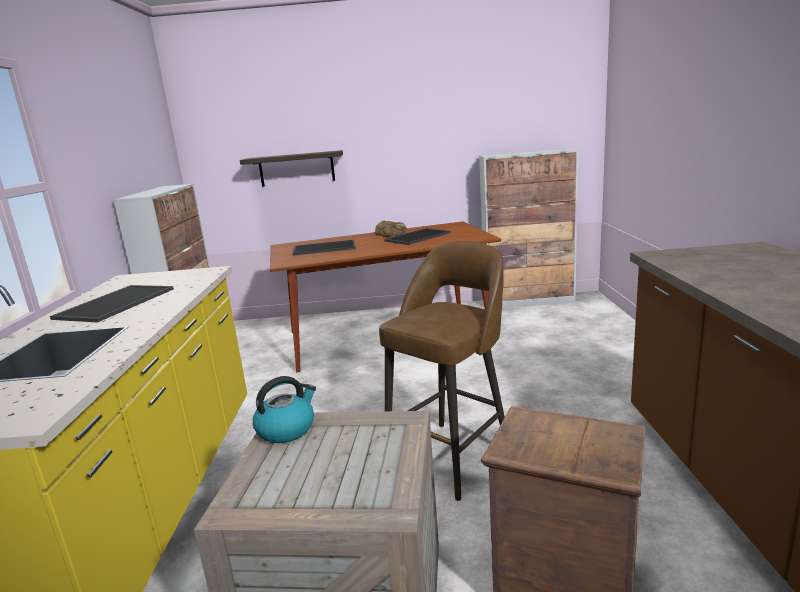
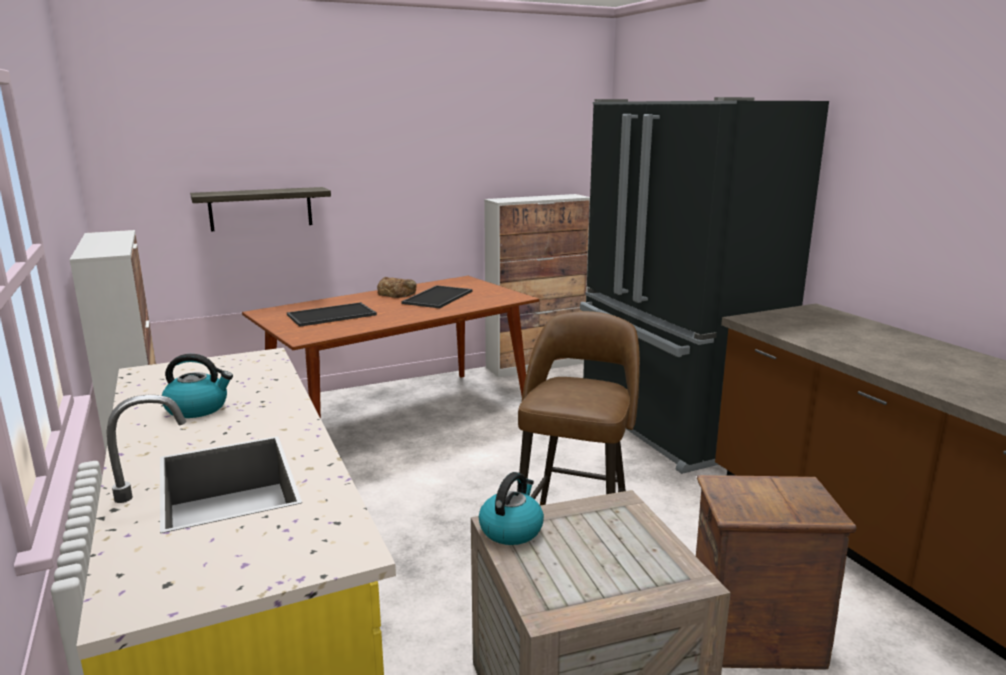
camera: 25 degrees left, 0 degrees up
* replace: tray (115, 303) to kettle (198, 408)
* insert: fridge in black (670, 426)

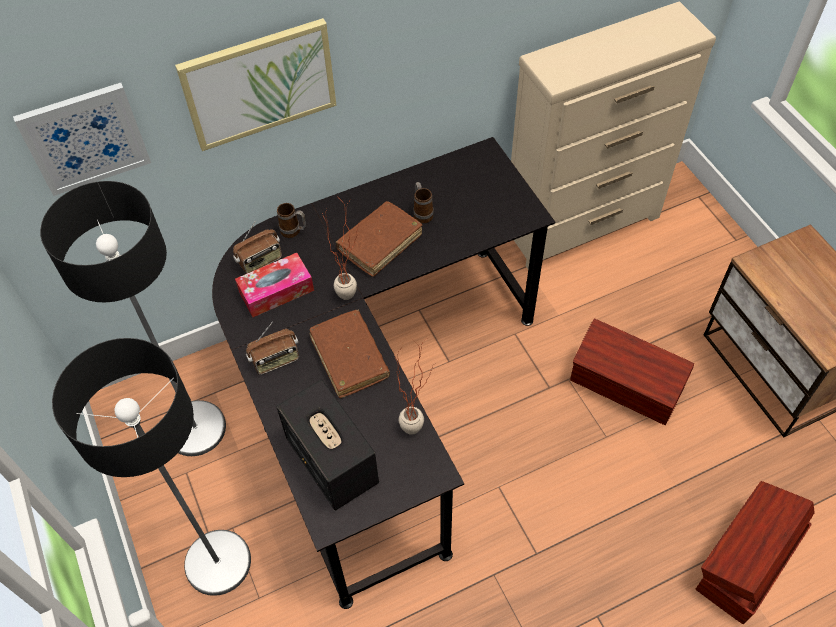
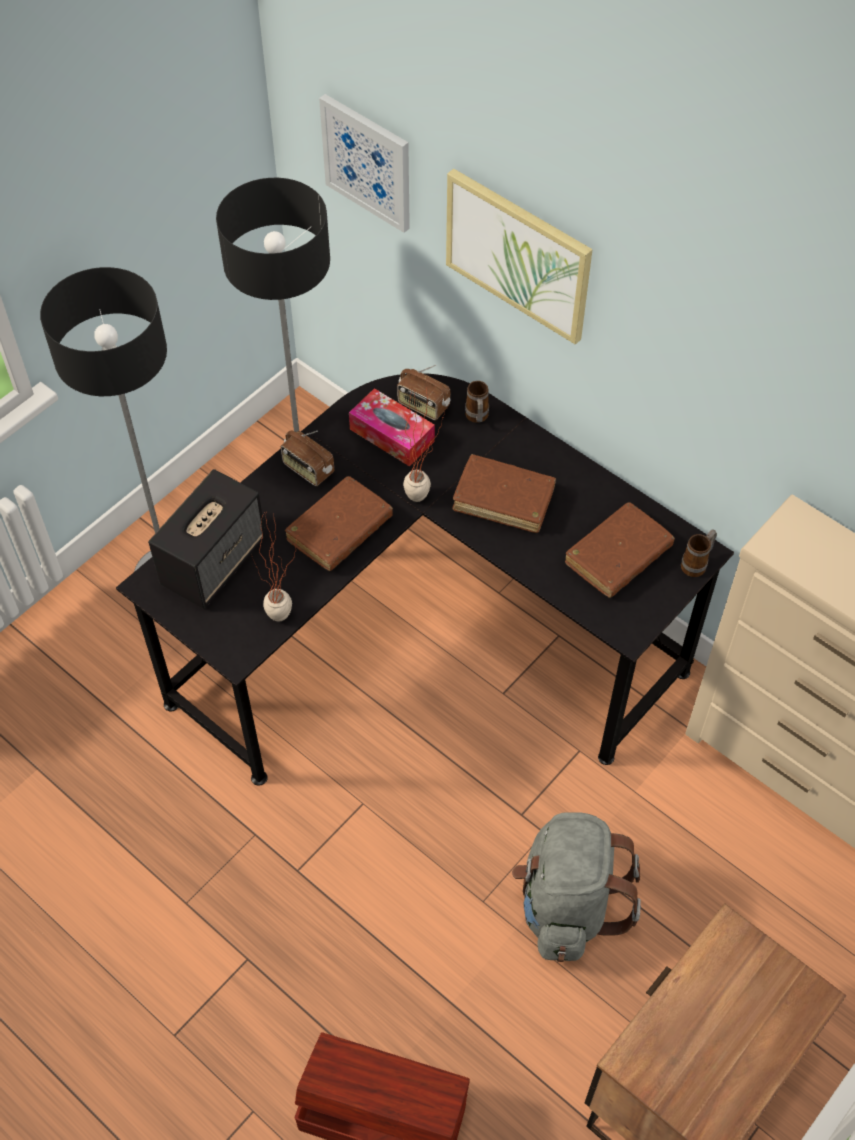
camera: 65 degrees right, 0 degrees up
* replace: storage box in brown (626, 386) to backpack in grey (567, 904)
* insert: book in brown (618, 556)
* move: mug (422, 213) to (697, 564)

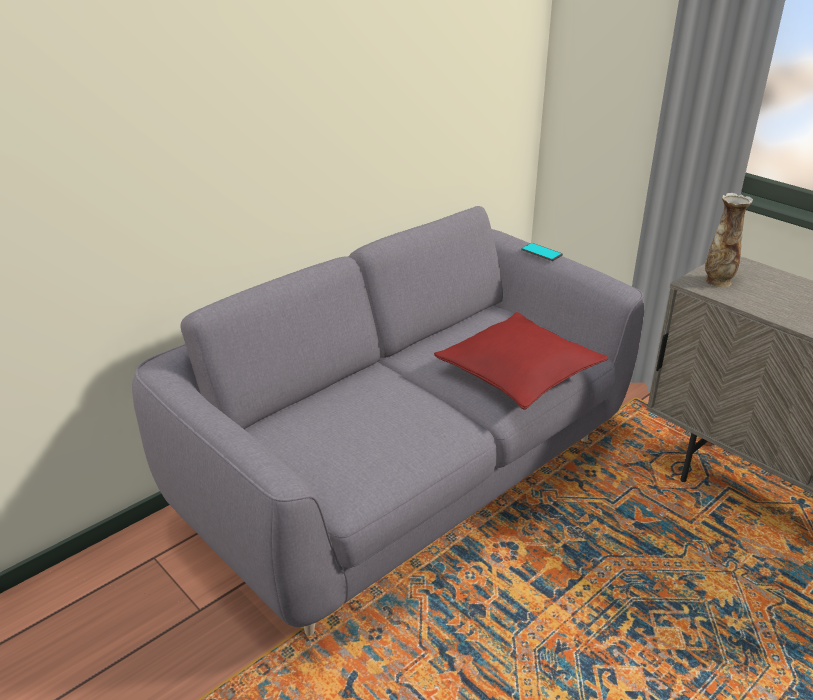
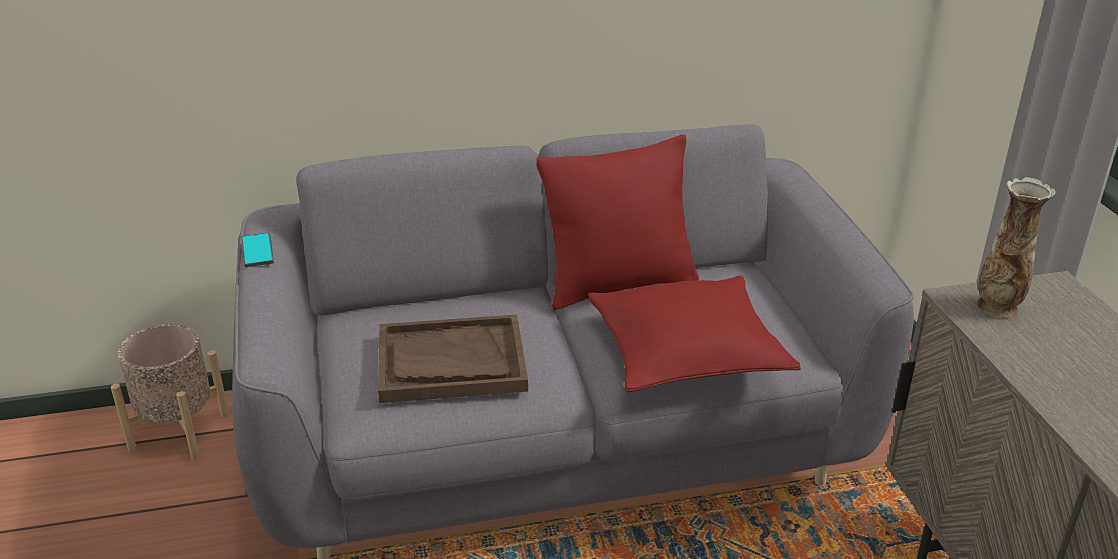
camera: 30 degrees right, 0 degrees up
* insert: planter in beige (179, 432)
* move: phone (541, 252) to (257, 251)
* insert: tray in brown (451, 362)
* insert: pillow in red (619, 284)

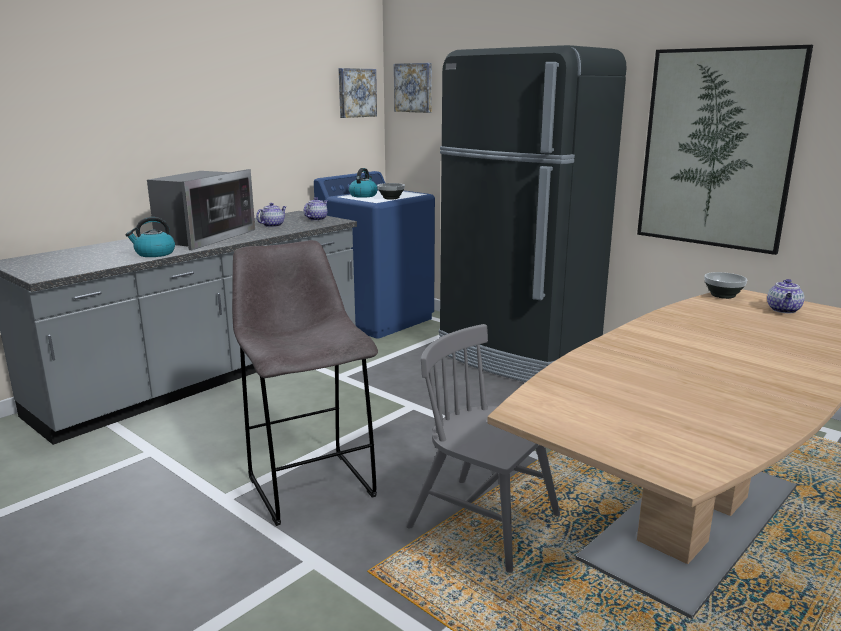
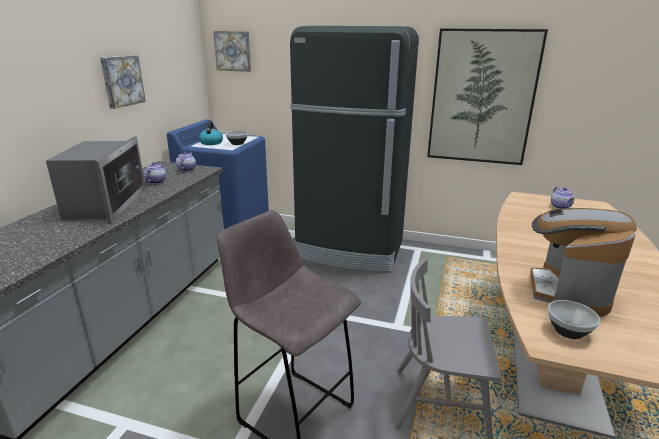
camera: 25 degrees left, 5 degrees up
* move: picture (356, 93) to (122, 81)
* insert: coffee machine (566, 292)
* move: bowl (722, 295) to (567, 331)
* delete: kettle (154, 254)

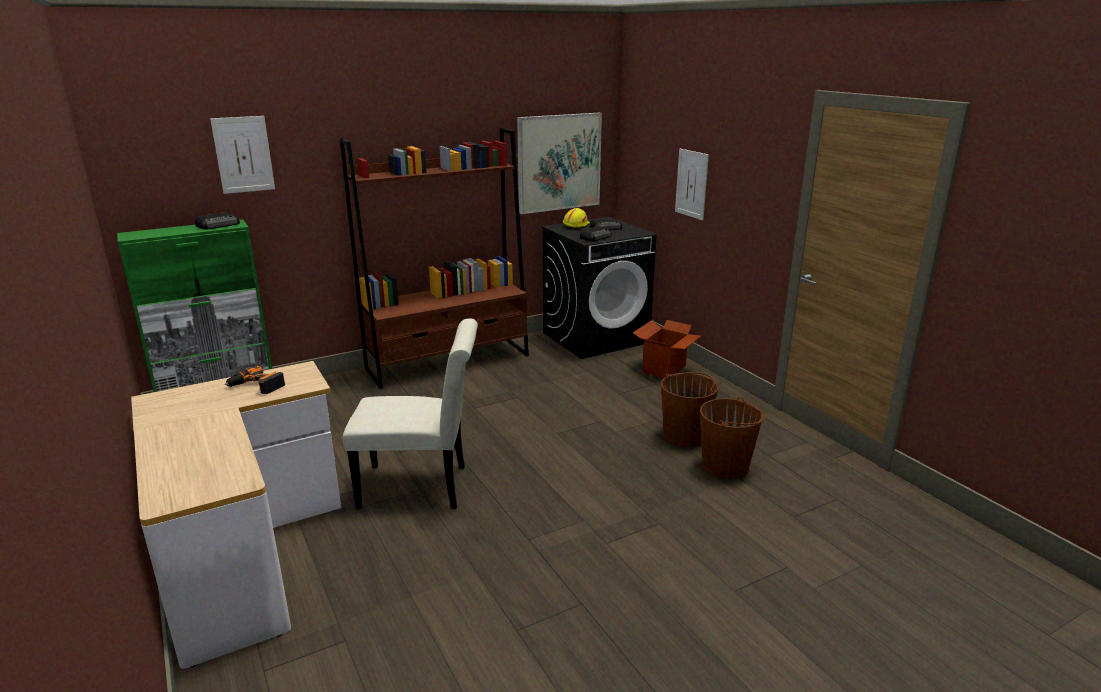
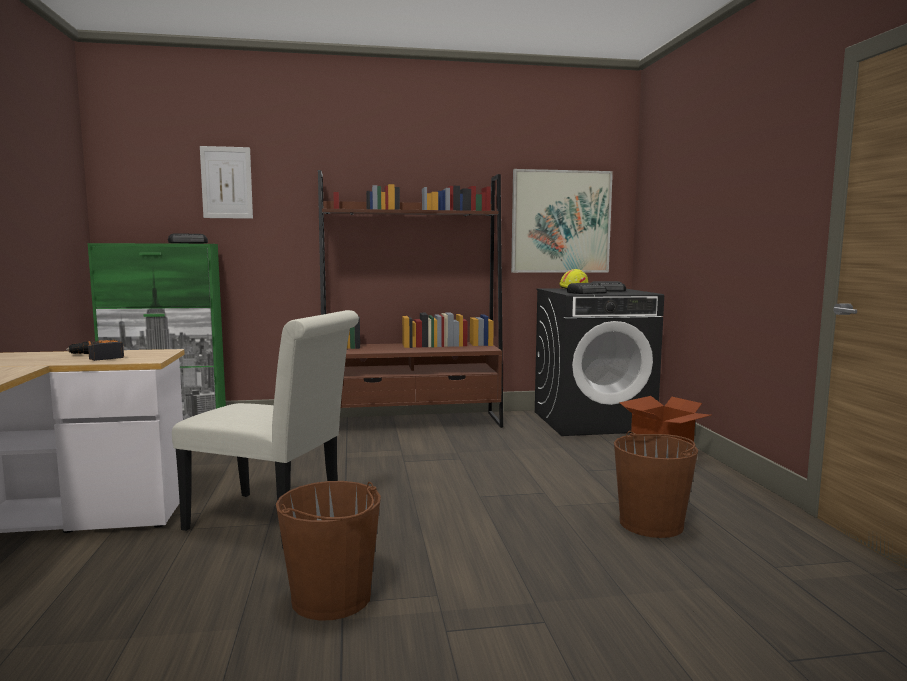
camera: 20 degrees right, 15 degrees down
* move: bucket in brown (725, 466) to (331, 598)
* delete: picture (691, 184)

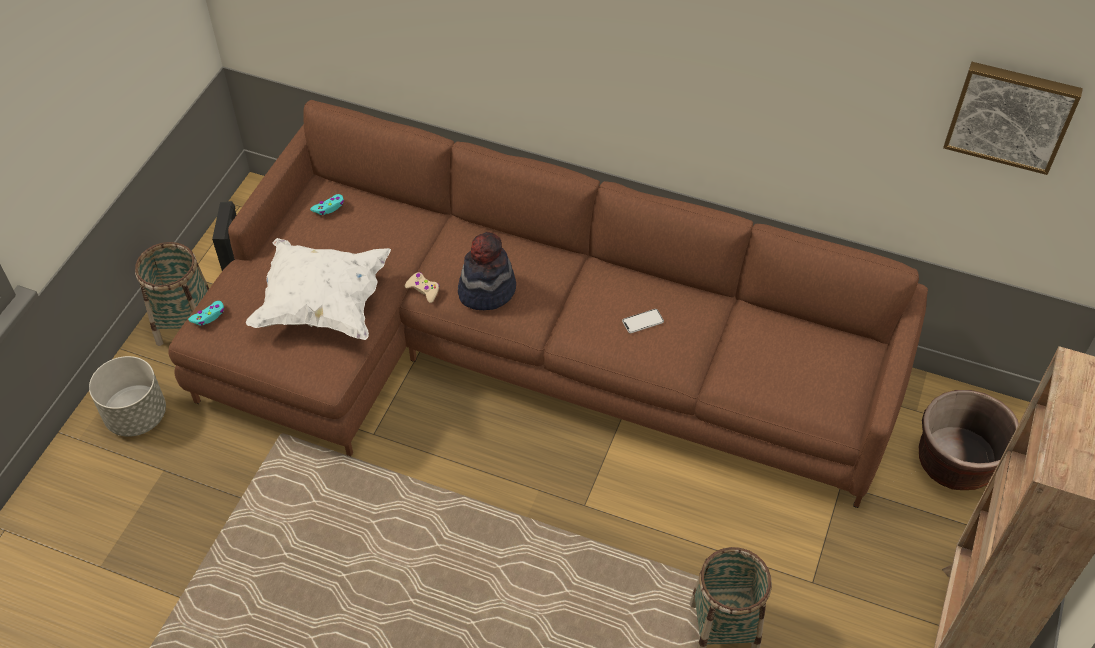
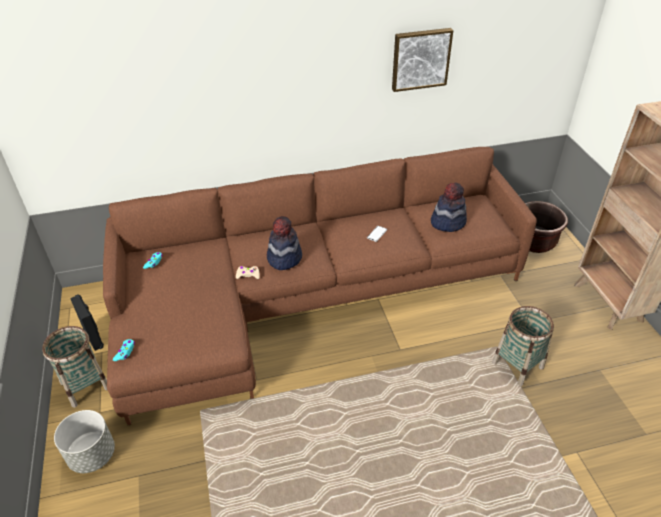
camera: 35 degrees left, 10 degrees down
* move: picture (1011, 115) to (420, 59)
* insert: hat (447, 222)
* delete: pillow in white (323, 305)

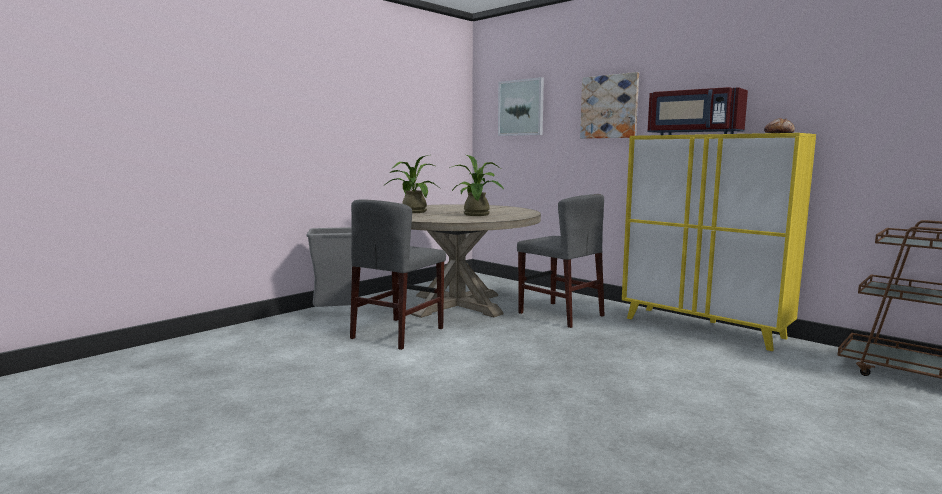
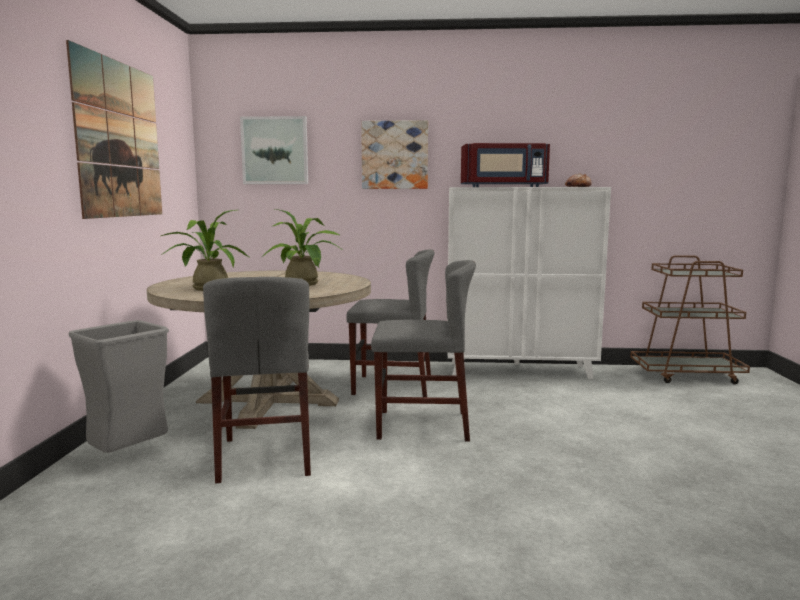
camera: 40 degrees left, 0 degrees up
* insert: picture (119, 140)
* insert: chair in grey (423, 425)
* recolor: cabinet in yellow (703, 328) to cabinet in white (519, 370)

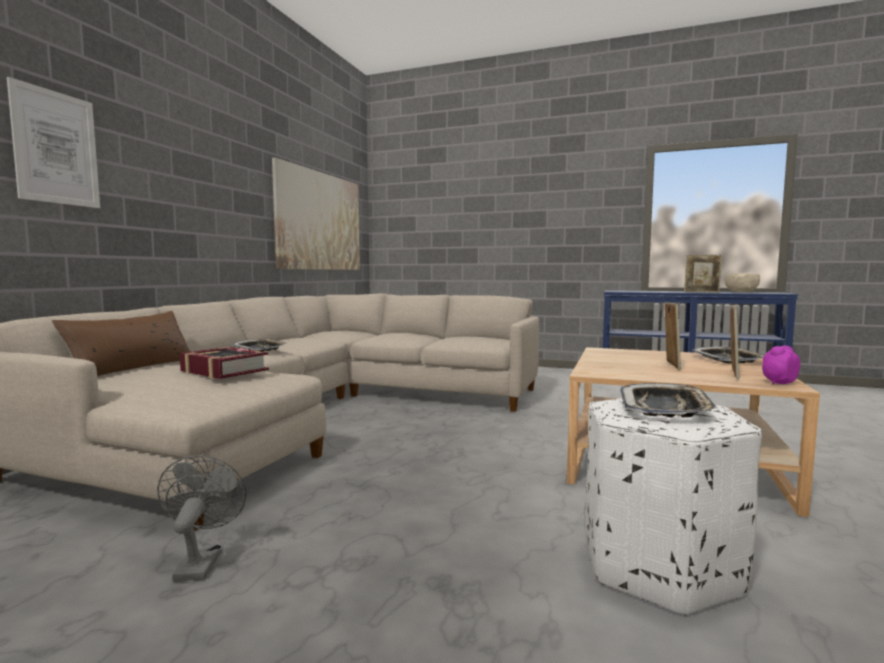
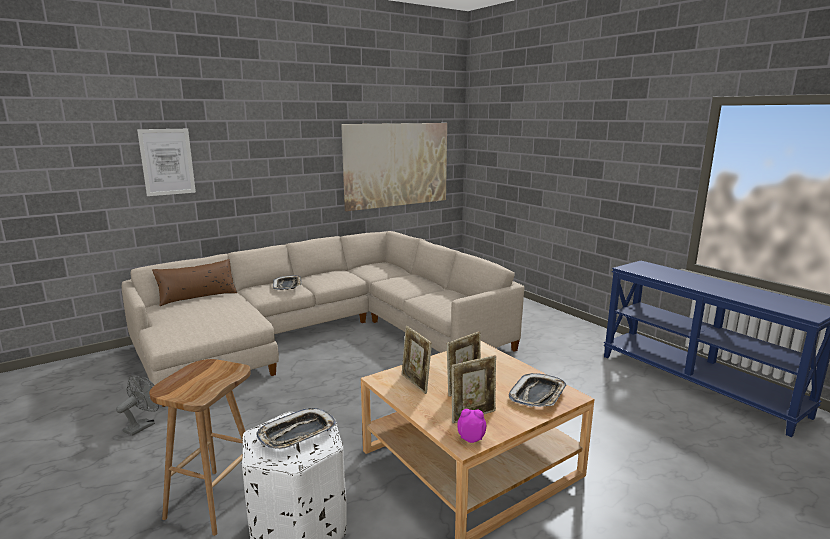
camera: 35 degrees right, 10 degrees up
* insert: stool in brown (214, 500)
* move: picture frame (701, 292) to (415, 383)
* delete: book (224, 371)
* delete: bowl in beige (740, 292)

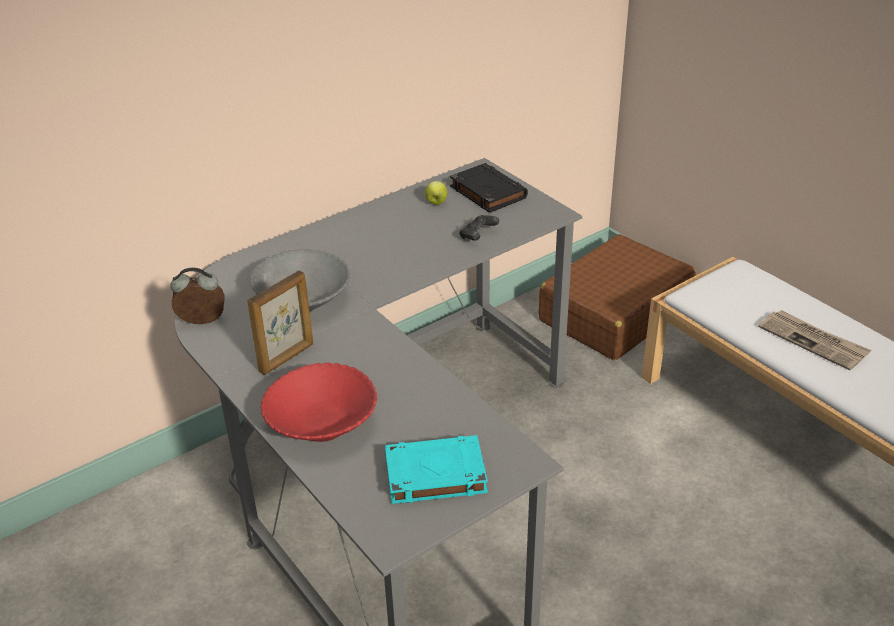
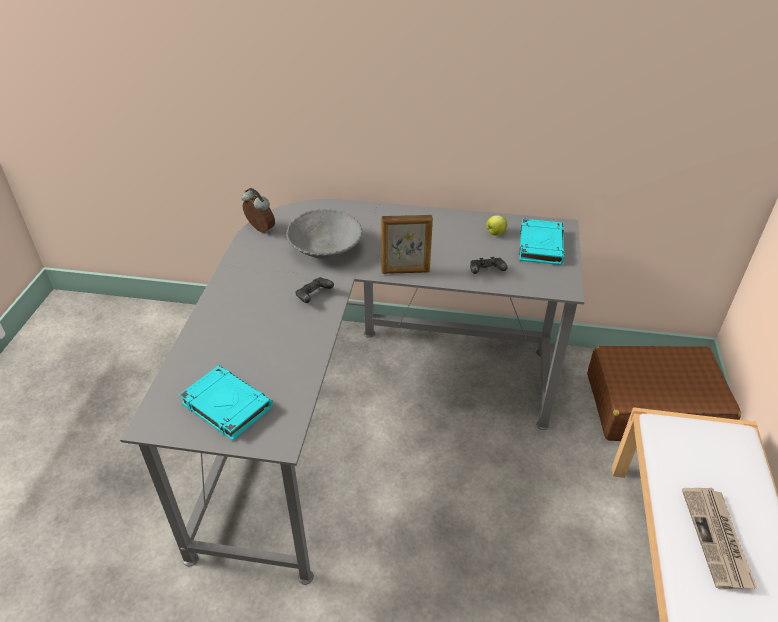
camera: 45 degrees right, 5 degrees up
* insert: game controller in black (313, 296)
* move: picture frame (287, 358) to (405, 271)
* recolor: book in black (487, 192) to book in turquoise (540, 245)
* delete: bowl in red (322, 424)

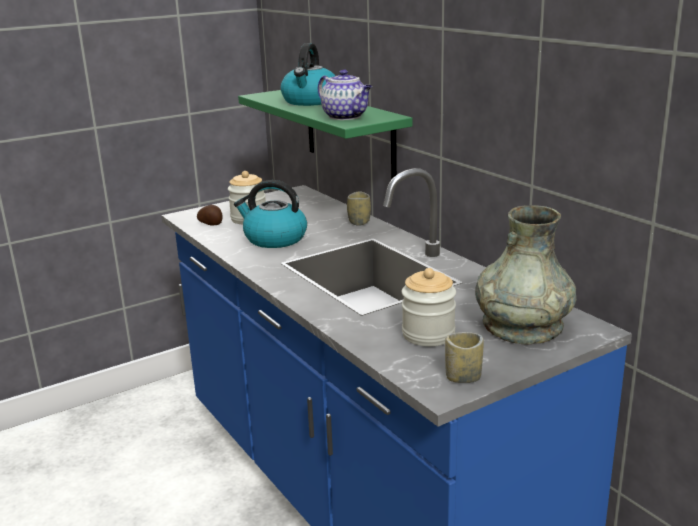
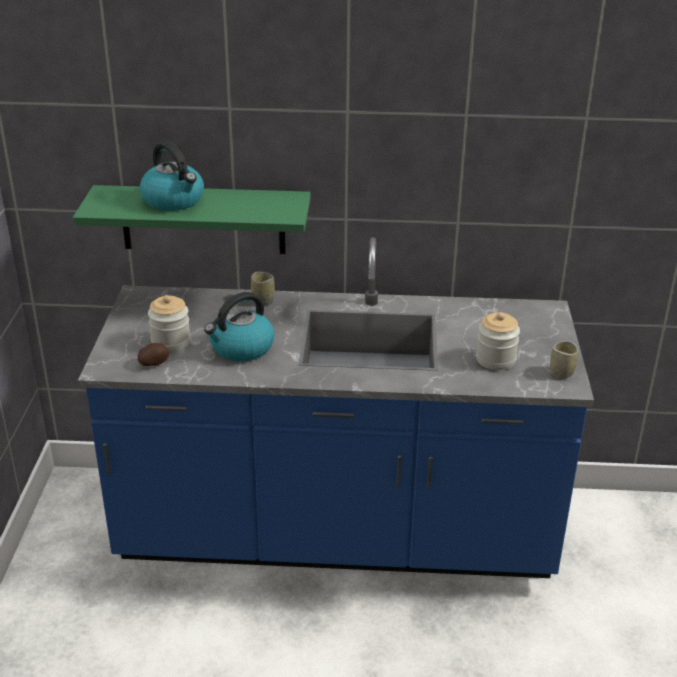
camera: 55 degrees left, 10 degrees up
* delete: teapot (346, 117)
* delete: vase in grey (522, 325)

